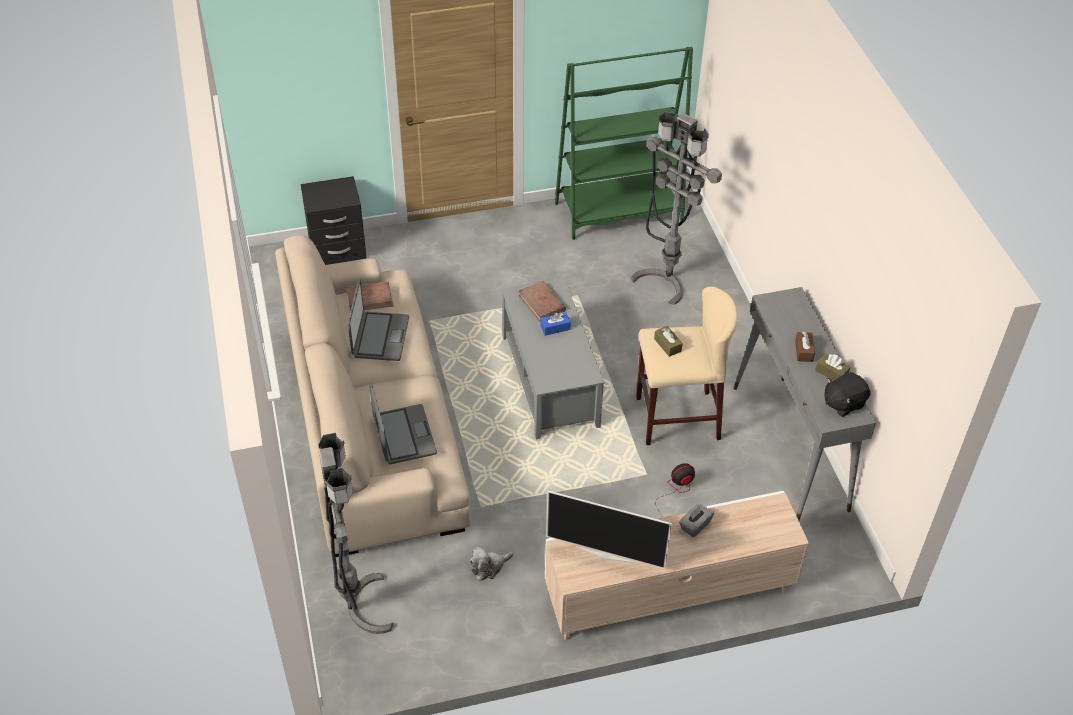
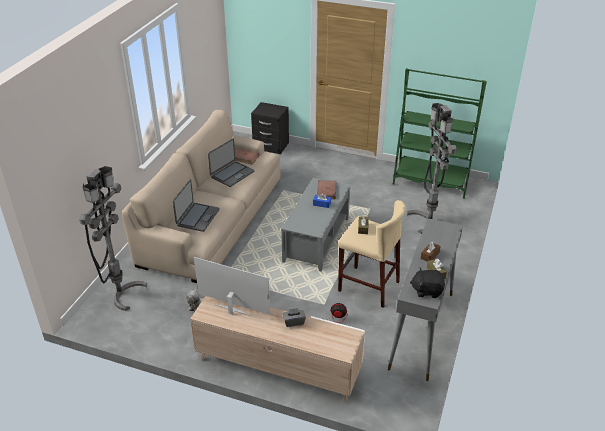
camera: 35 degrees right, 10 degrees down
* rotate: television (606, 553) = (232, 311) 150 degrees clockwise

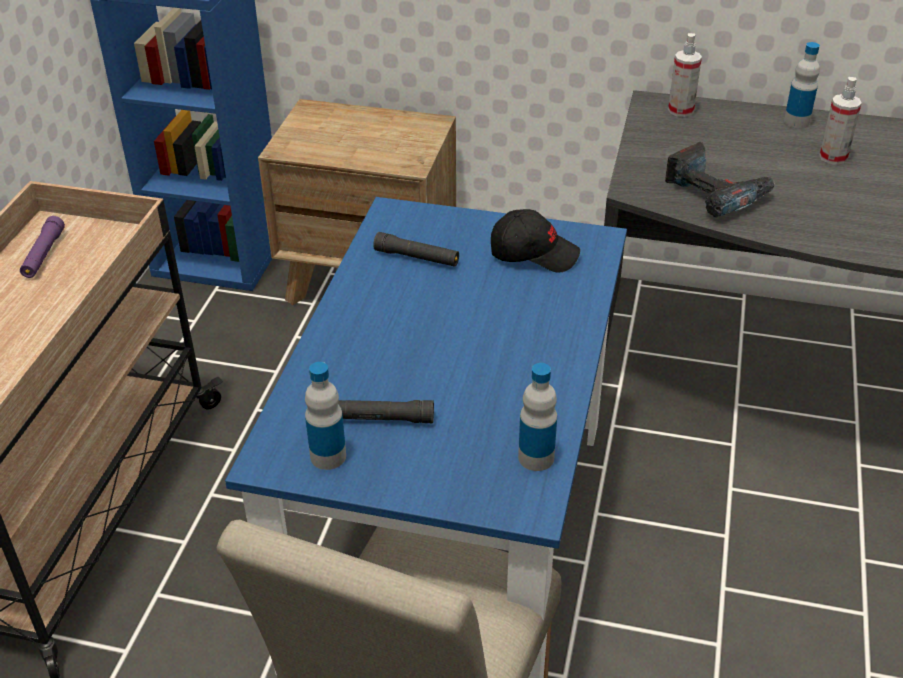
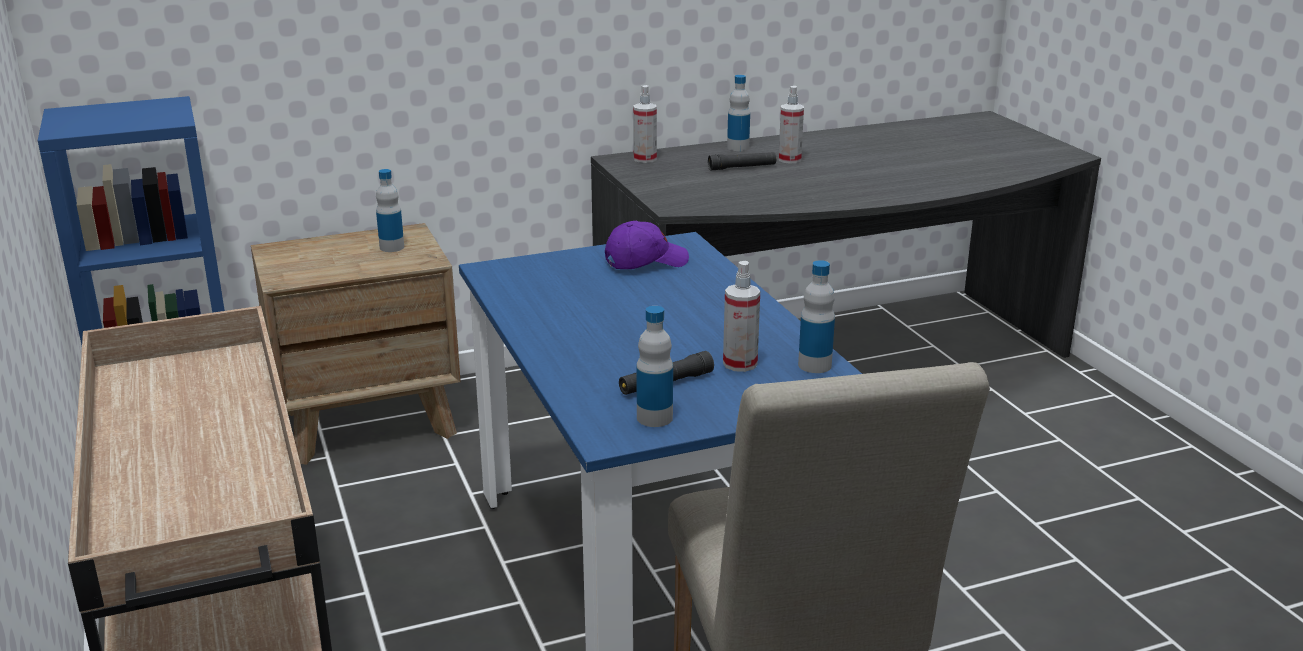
camera: 35 degrees left, 15 degrees down
* insert: bottle (392, 247)
* recolor: cap in black (533, 253) to cap in purple (645, 262)
* move: flashlight in black (417, 257) to (742, 167)
* insert: spray bottle (740, 364)
* delete: flashlight in purple (44, 254)
* delete: power drill (715, 193)

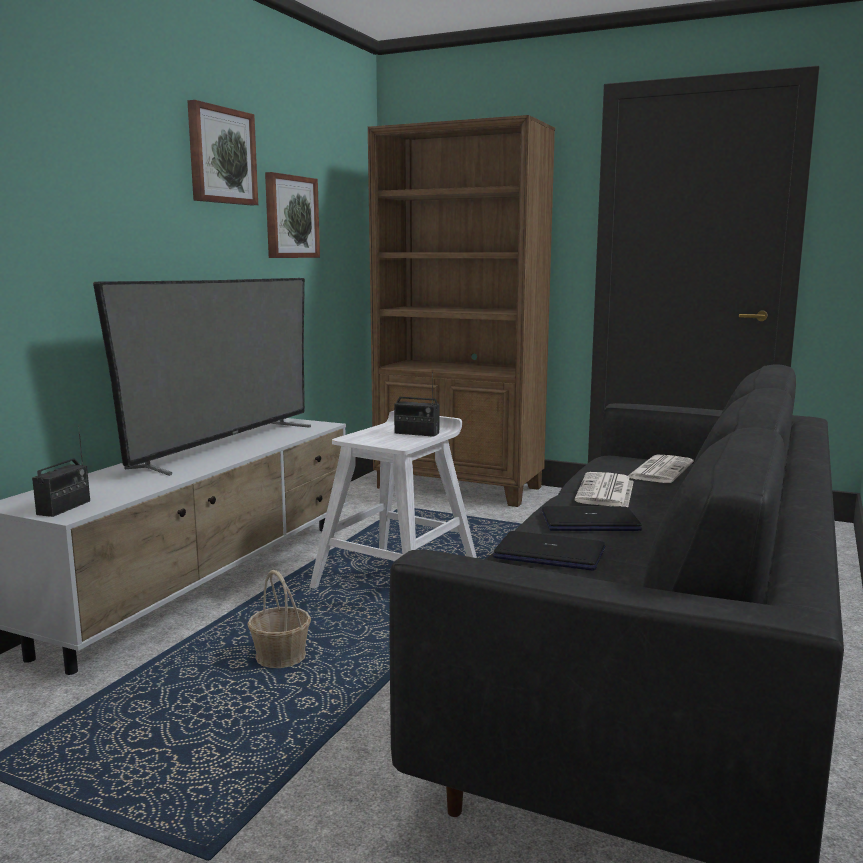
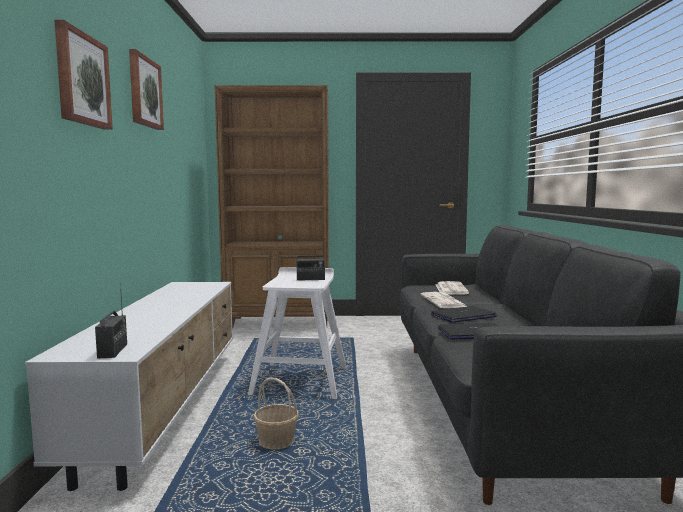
camera: 25 degrees left, 5 degrees down
* move: picture (290, 217) to (82, 80)
* delete: television (226, 446)

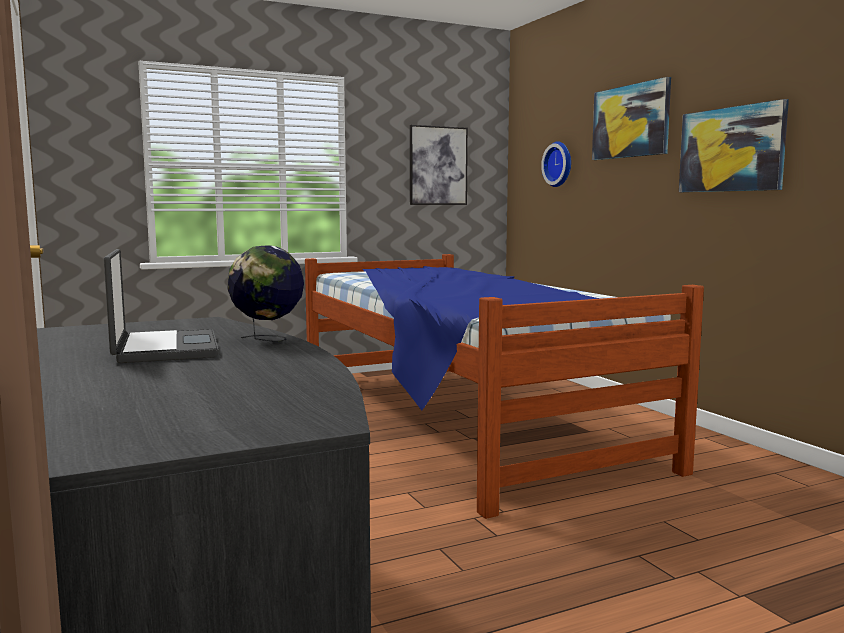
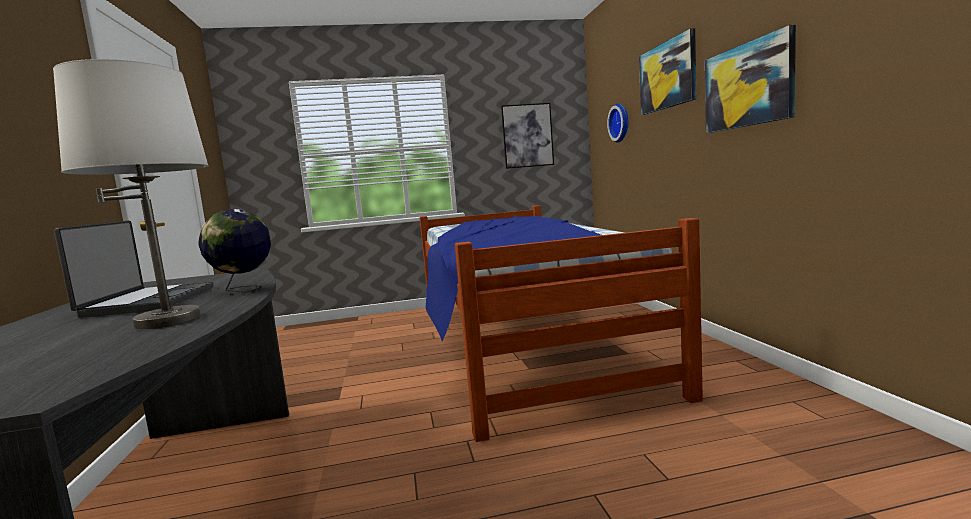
camera: 15 degrees right, 0 degrees up
* insert: table lamp in white (168, 320)

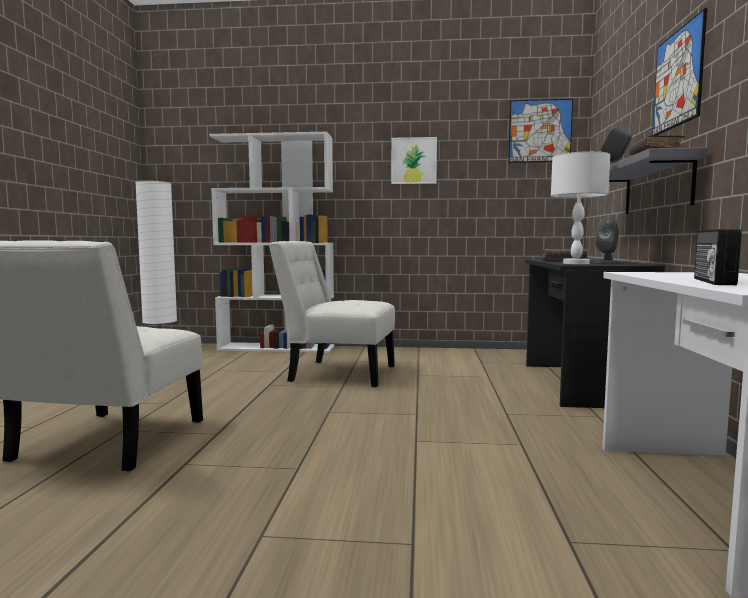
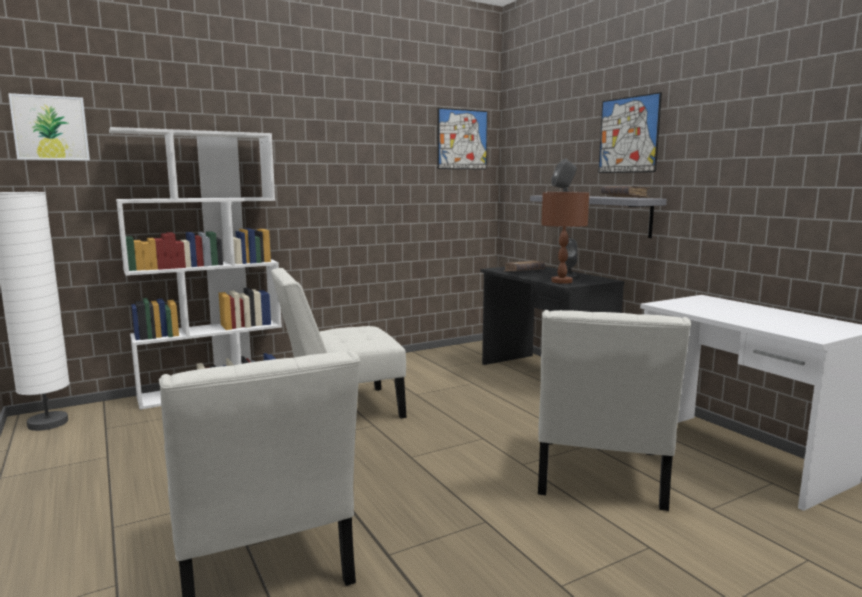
camera: 35 degrees left, 5 degrees up
* move: picture (414, 161) to (50, 128)
* insert: chair in white (599, 477)
* recolor: table lamp in white (575, 263) to table lamp in brown (561, 281)
* delete: radio (711, 281)

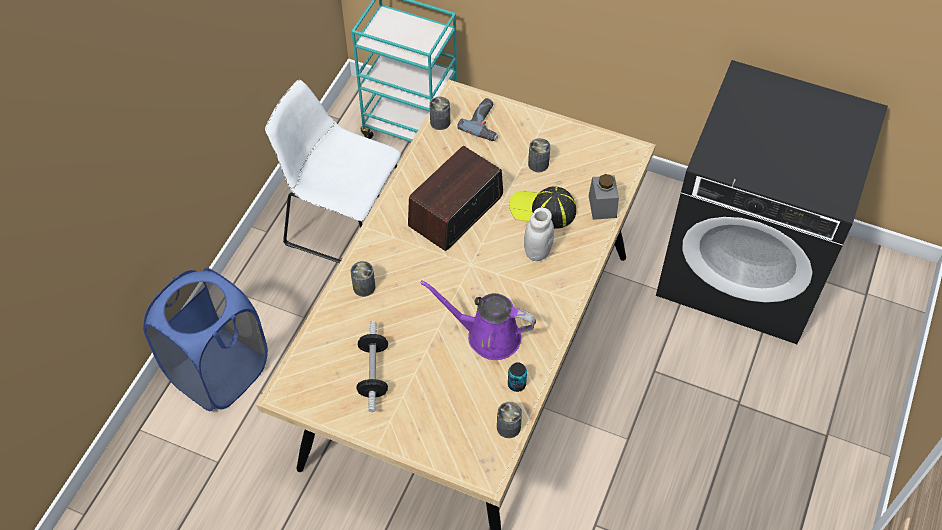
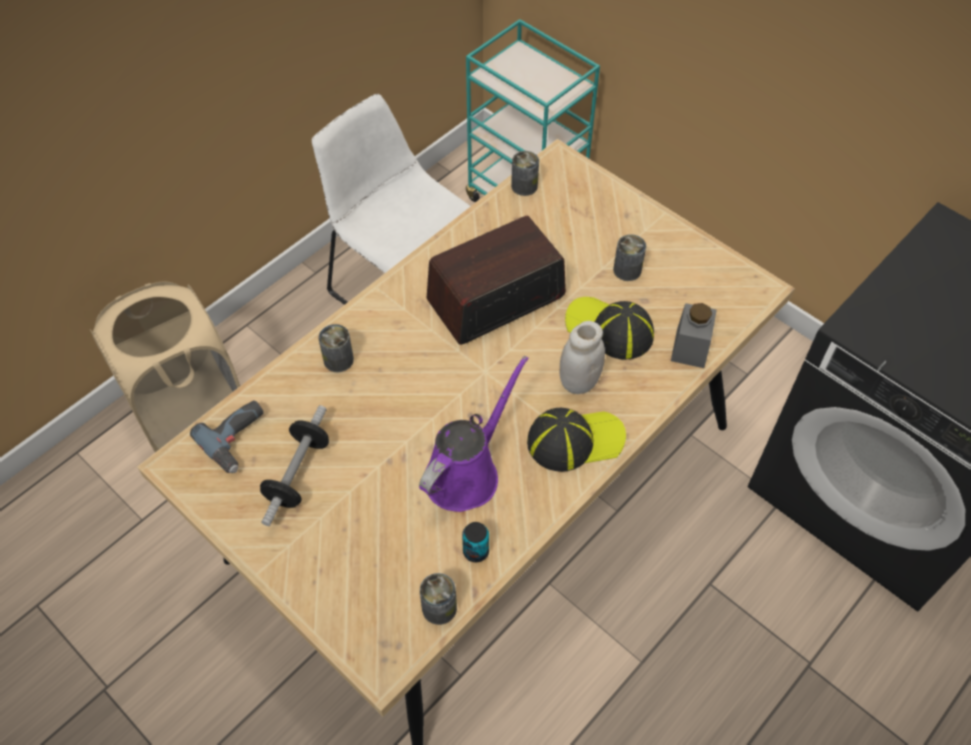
camera: 20 degrees right, 0 degrees up
* recolor: laundry basket in blue (219, 372) to laundry basket in beige (191, 415)
* move: power drill (485, 123) to (239, 439)
* rotate: watering can in purple (488, 336) = (466, 472) 90 degrees clockwise
* insert: cap (575, 440)

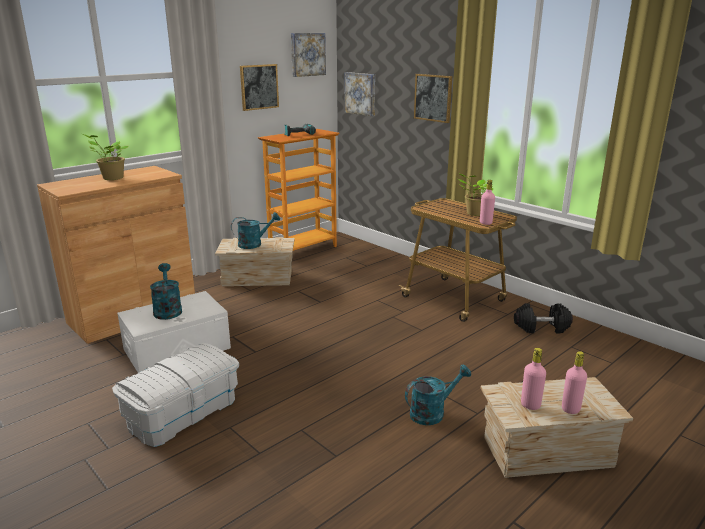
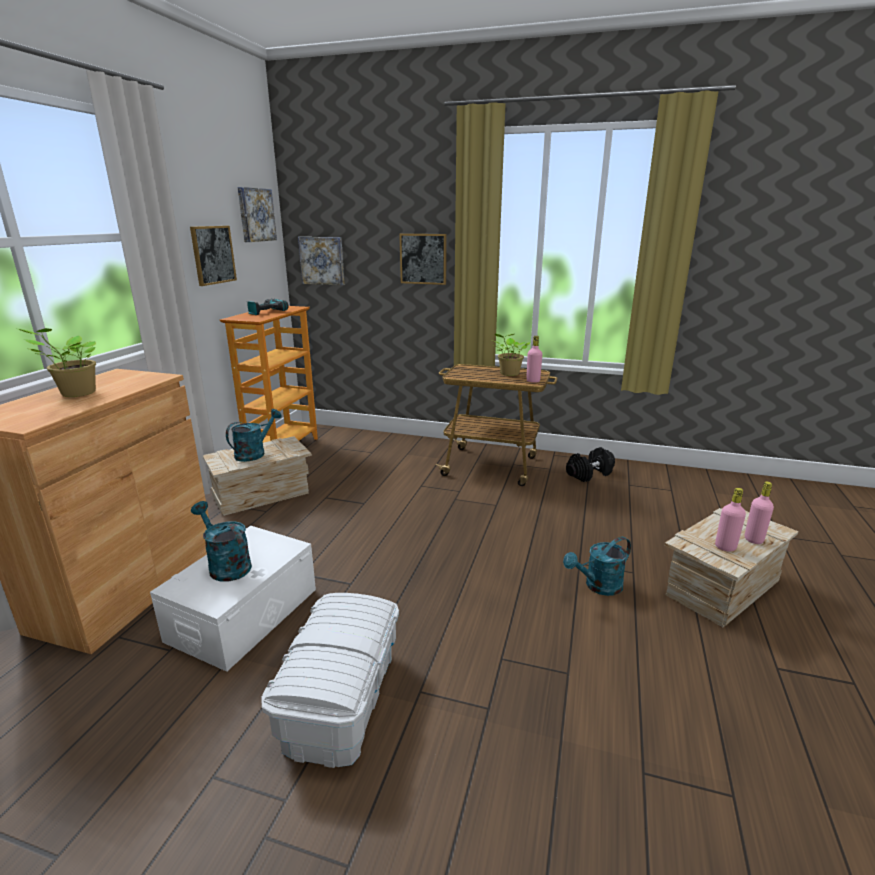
camera: 30 degrees left, 0 degrees up
* rotate: watering can in turquoise (432, 412) = (598, 586) 150 degrees counterclockwise

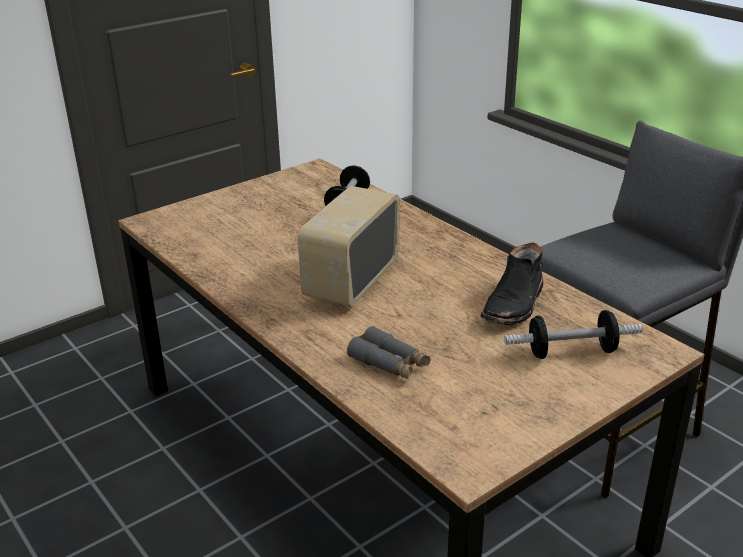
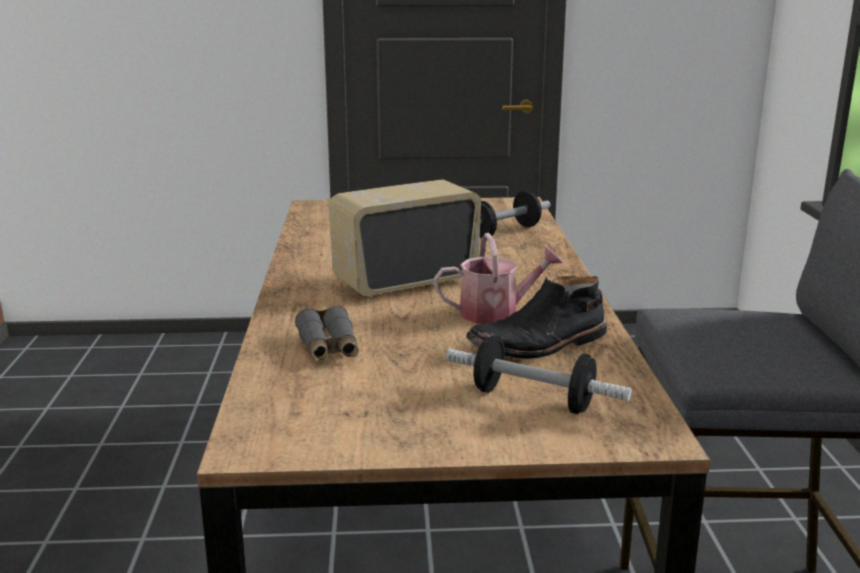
camera: 35 degrees right, 10 degrees down
* insert: watering can (496, 312)

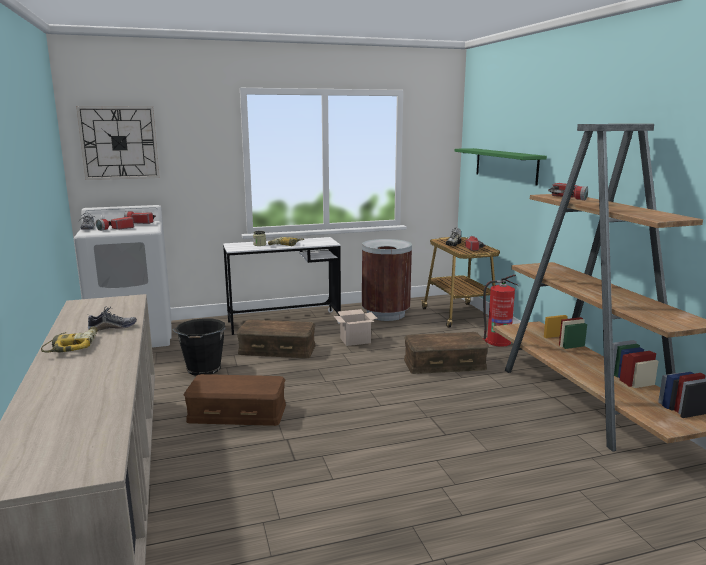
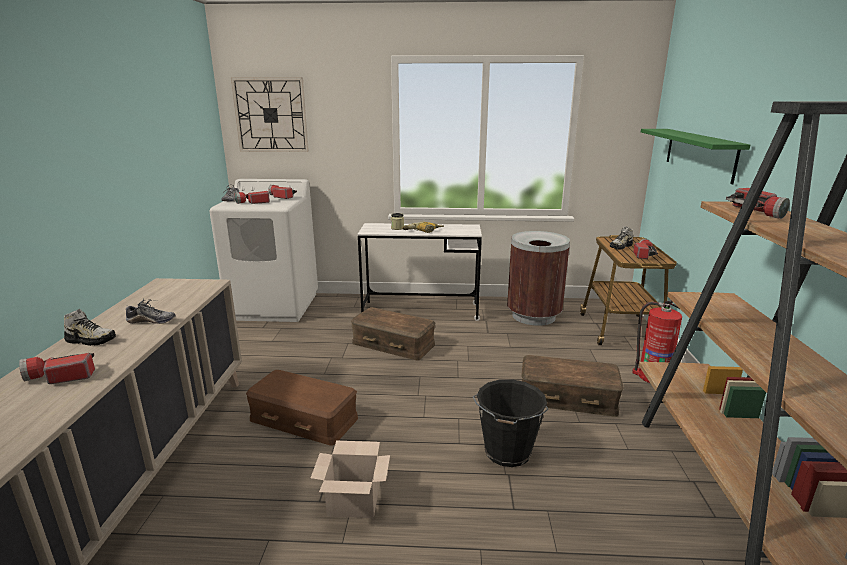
camera: 20 degrees right, 5 degrees up
* insert: flashlight (59, 376)
* replace: power drill (73, 346) to shoe (91, 340)
* move: cardboard box (355, 340) to (355, 502)
* move: bucket in black (203, 369) to (507, 453)

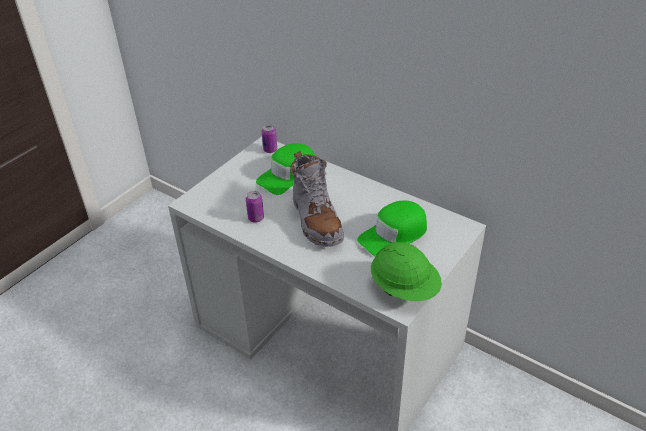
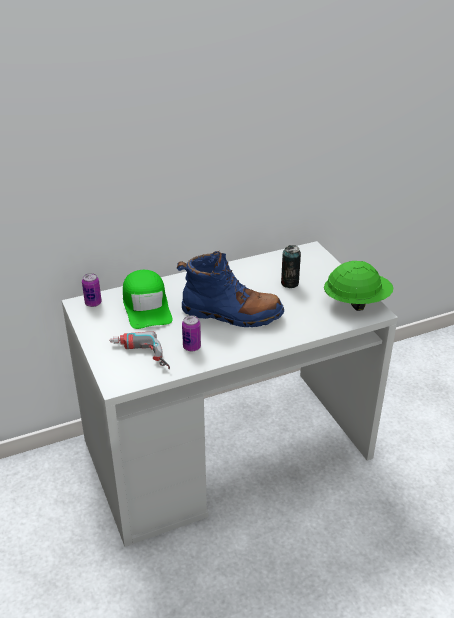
camera: 60 degrees left, 5 degrees down
* insert: power drill (139, 357)
* recolor: boot in grey (316, 220) to boot in blue (231, 314)
* replace: cap in green (394, 235) to can (289, 283)

